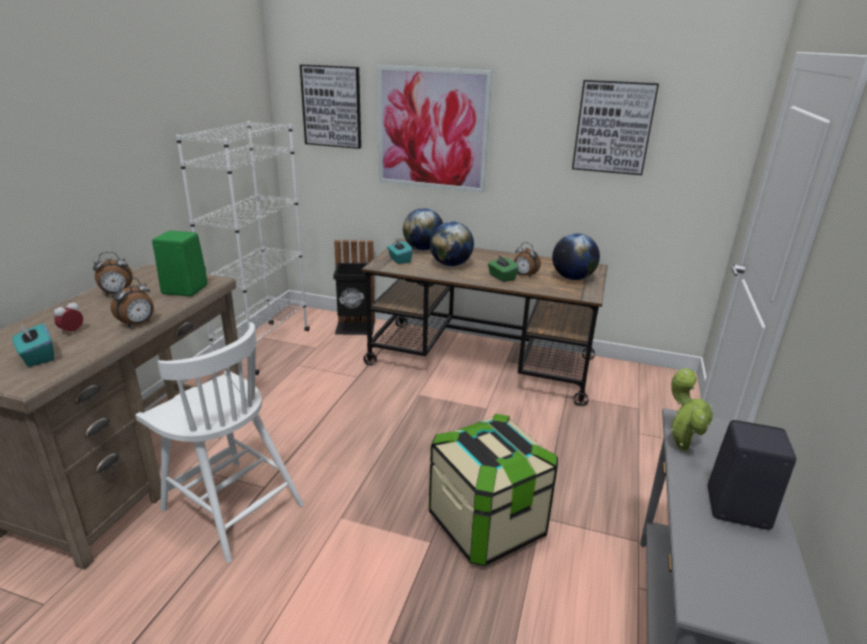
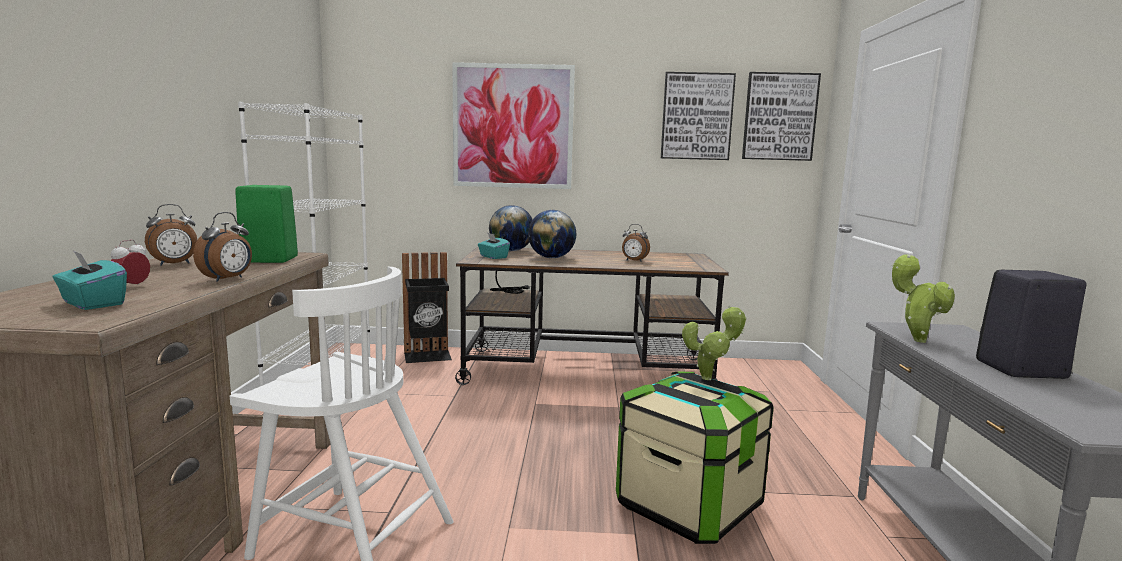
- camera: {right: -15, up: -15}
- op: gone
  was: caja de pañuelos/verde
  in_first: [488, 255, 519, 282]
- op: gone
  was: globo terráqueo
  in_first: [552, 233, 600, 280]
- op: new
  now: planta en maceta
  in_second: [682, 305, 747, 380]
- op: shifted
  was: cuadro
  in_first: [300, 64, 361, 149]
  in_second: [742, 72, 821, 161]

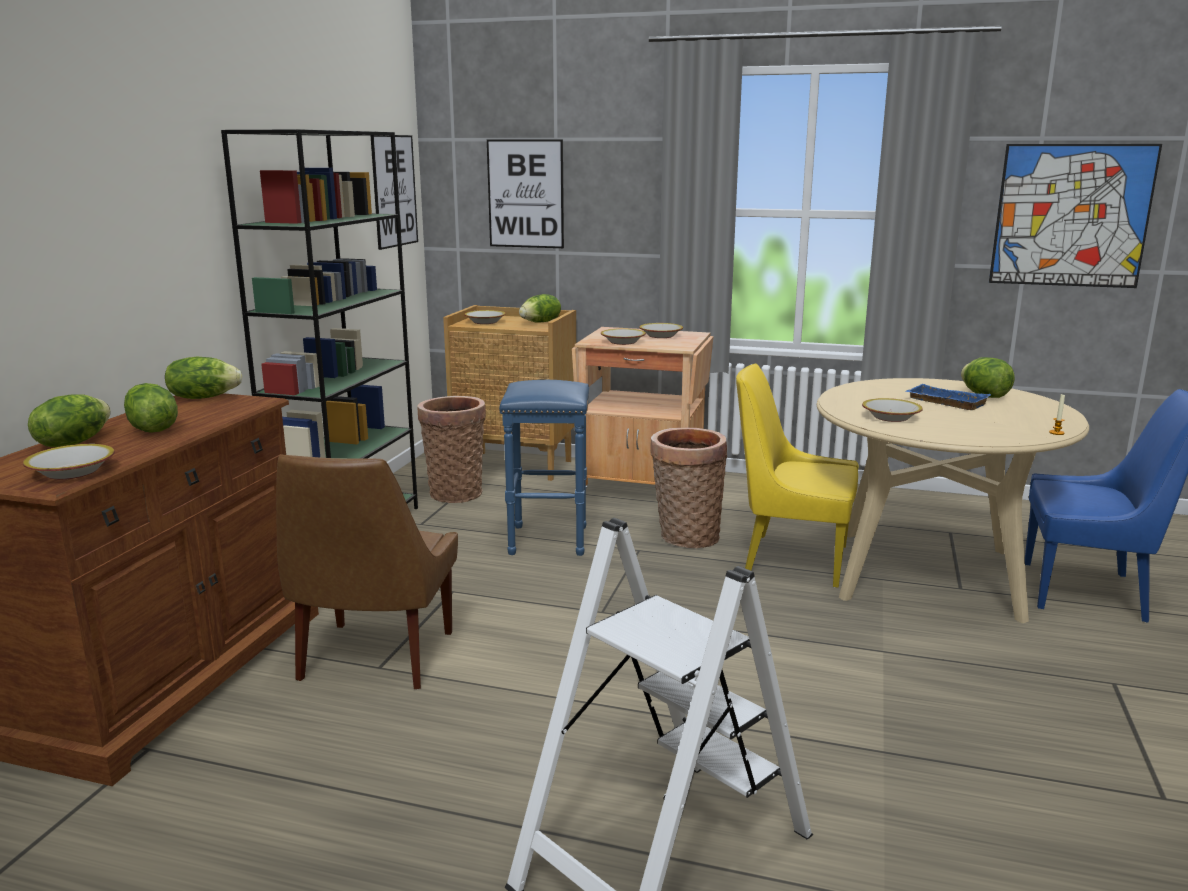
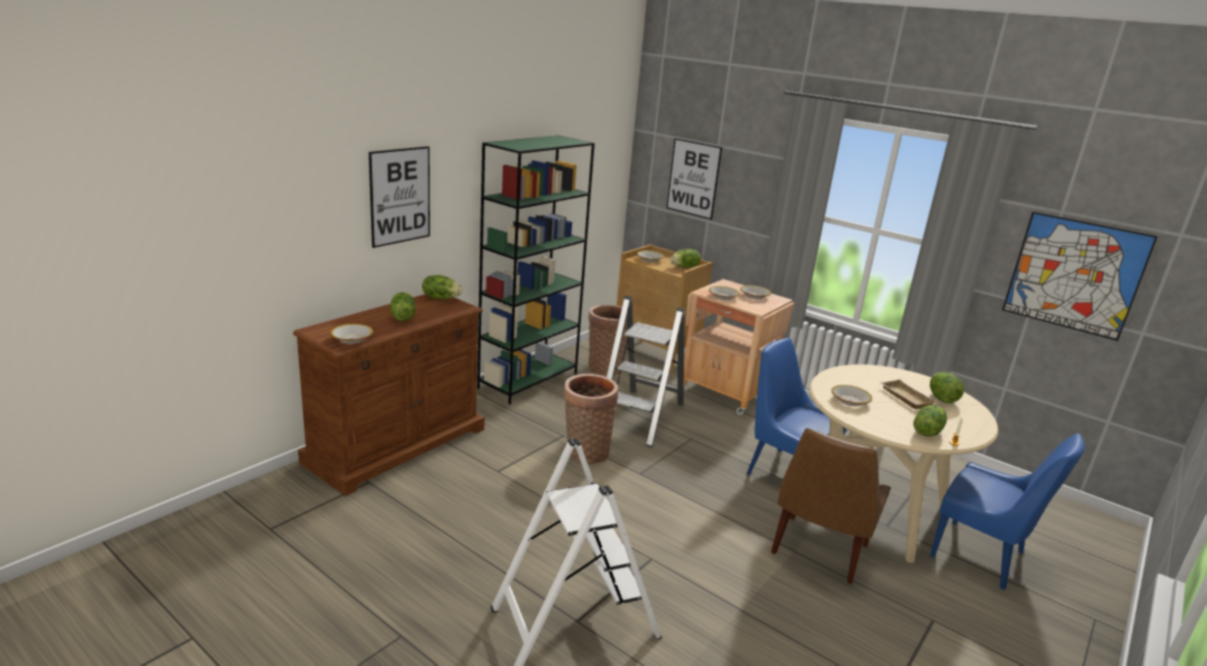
- camera: {right: 20, up: 5}
- op: shifted
  was: lechuga
  in_first: [28, 394, 111, 447]
  in_second: [913, 405, 947, 436]
- op: shifted
  was: silla/marrón
  in_first: [276, 455, 458, 689]
  in_second: [771, 428, 891, 584]
- op: shifted
  was: cuadro
  in_first: [371, 135, 418, 250]
  in_second: [369, 146, 430, 248]
- op: shifted
  was: cesta
  in_first: [650, 428, 727, 548]
  in_second: [563, 374, 618, 464]
- op: swapped
  was: taburete/azul
  now: escalera de tijera/gris
  in_first: [499, 380, 589, 556]
  in_second: [607, 296, 685, 447]
- op: repainted
  was: silla/amarillo
  now: silla/azul
  in_first: [736, 364, 858, 588]
  in_second: [747, 338, 846, 475]
- op: repainted
  was: bandeja/azul
  now: bandeja/beis
  in_first: [905, 384, 991, 410]
  in_second: [880, 379, 937, 409]

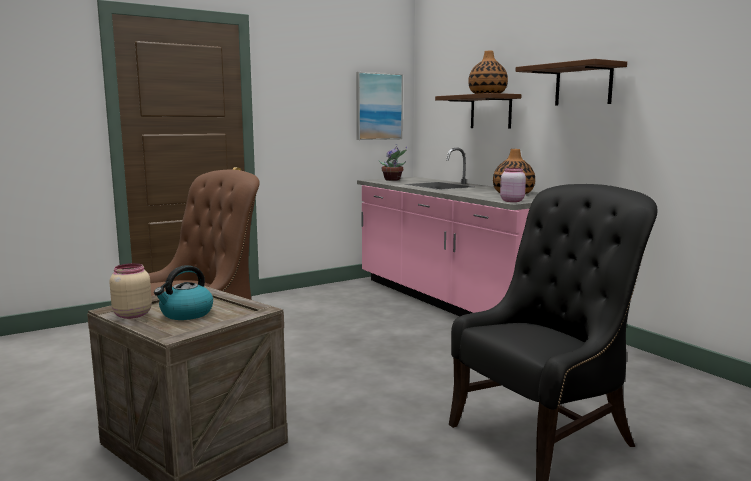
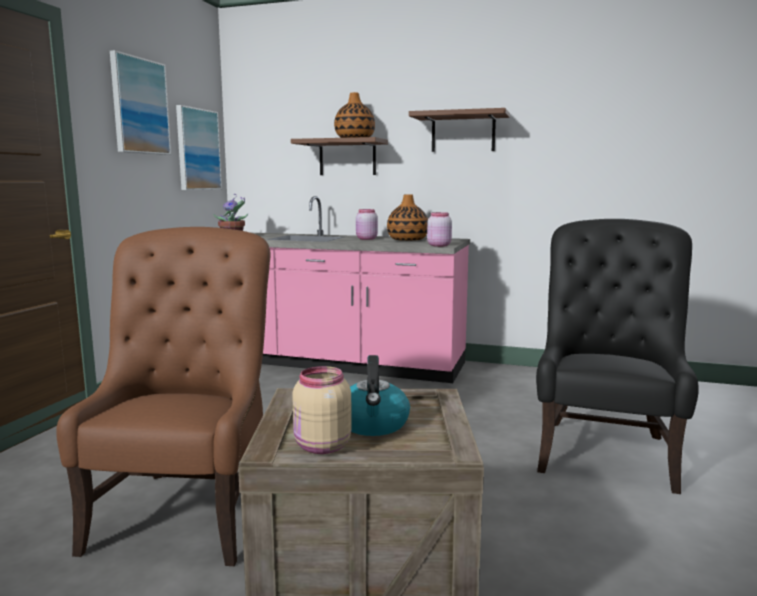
- camera: {right: -40, up: 0}
- op: new
  now: cuadro
  in_second: [110, 50, 171, 155]
- op: new
  now: tarro/rosa
  in_second: [356, 209, 378, 240]

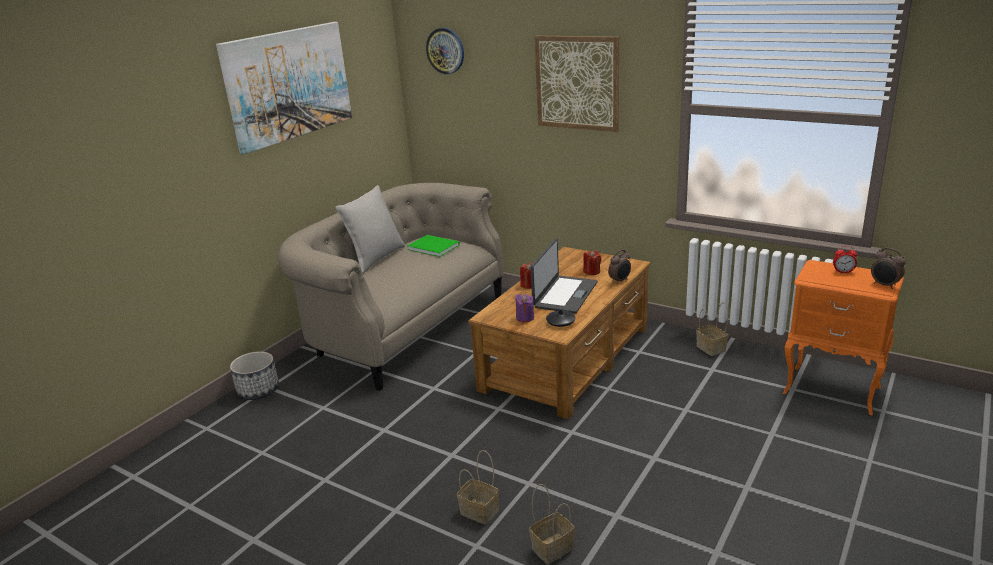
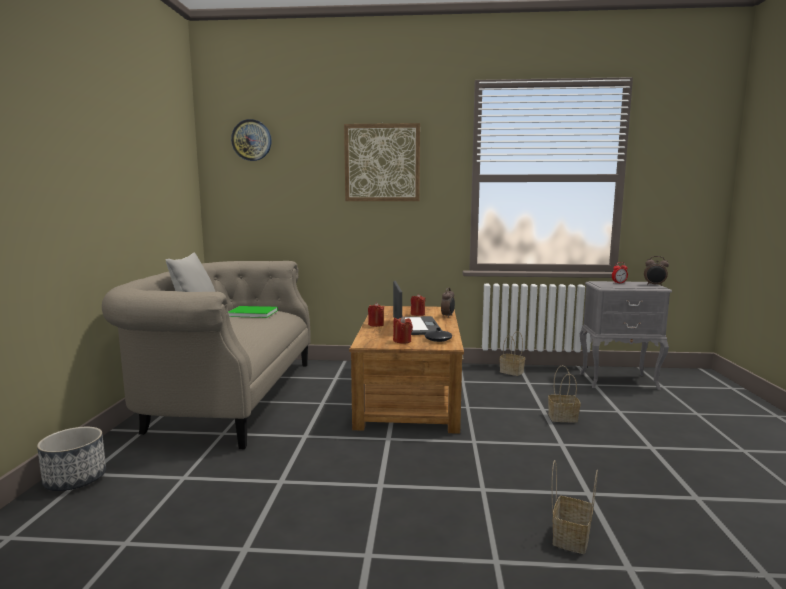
- camera: {right: -30, up: -15}
- op: gone
  was: cuadro
  in_first: [216, 22, 352, 154]
- op: shifted
  was: cesta
  in_first: [457, 450, 499, 525]
  in_second: [548, 365, 581, 422]
- op: repainted
  was: vela/morado
  now: vela/rojo
  in_first: [515, 294, 534, 322]
  in_second: [393, 316, 413, 344]
- op: repainted
  was: mesita de noche/naranja
  now: mesita de noche/gris
  in_first: [783, 260, 904, 416]
  in_second: [580, 281, 672, 390]

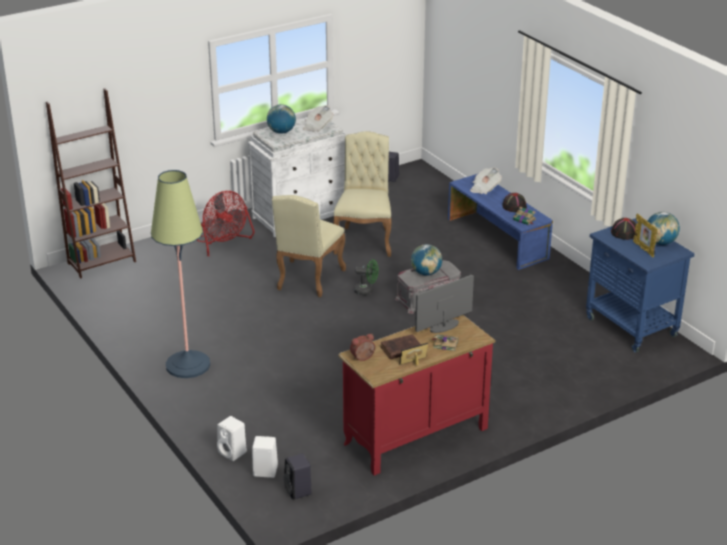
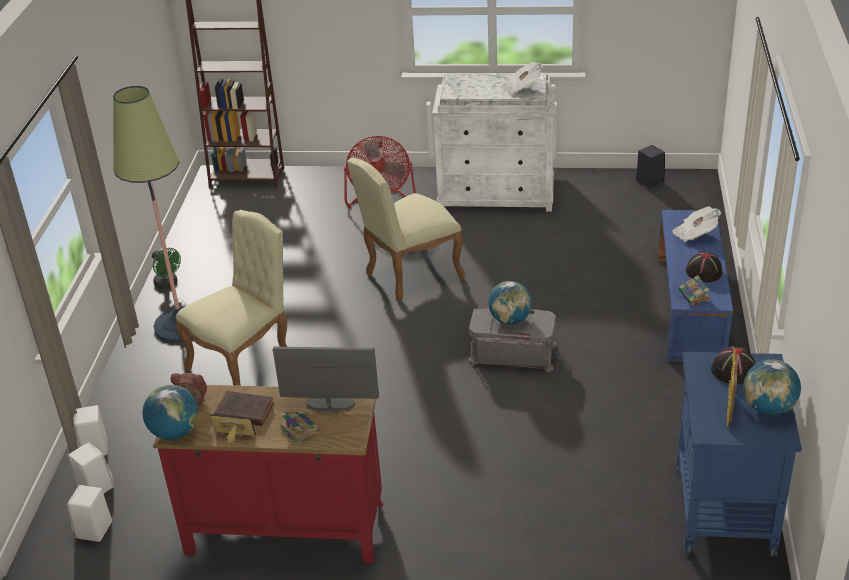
- camera: {right: 40, up: 5}
- op: shifted
  was: globo terráqueo
  in_first: [267, 104, 296, 134]
  in_second: [142, 385, 198, 440]
- op: shifted
  was: silla/beis
  in_first: [334, 131, 391, 257]
  in_second: [176, 210, 287, 386]
- op: shifted
  was: ventilador/verde
  in_first: [354, 259, 378, 295]
  in_second: [152, 248, 181, 289]
- op: repainted
  was: altavoz/negro
  now: altavoz/blanco
  in_first: [284, 453, 312, 500]
  in_second: [67, 485, 112, 542]

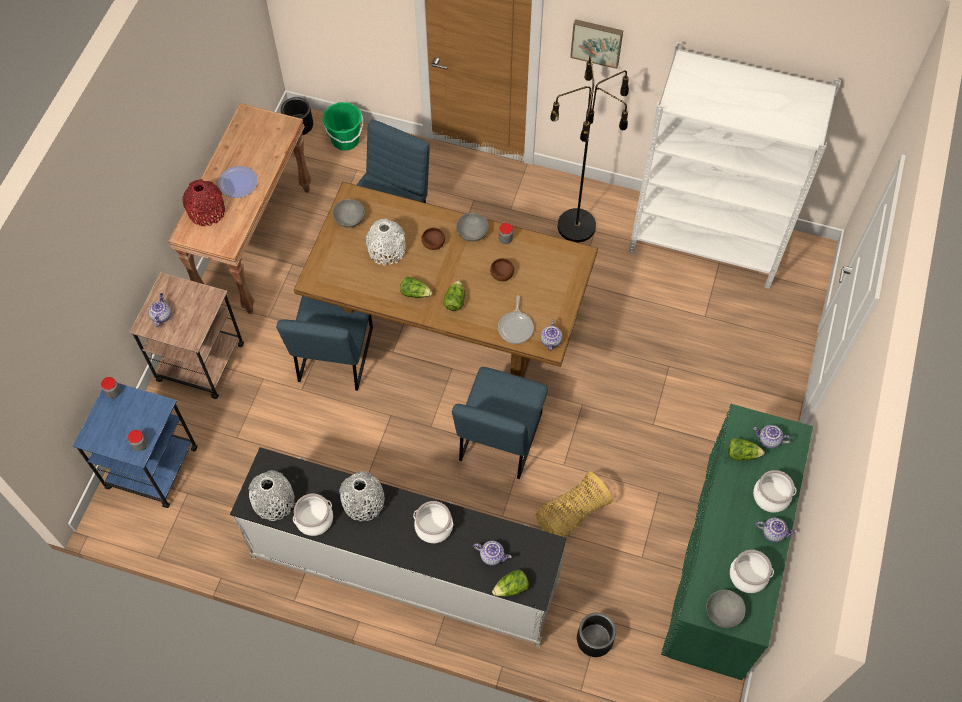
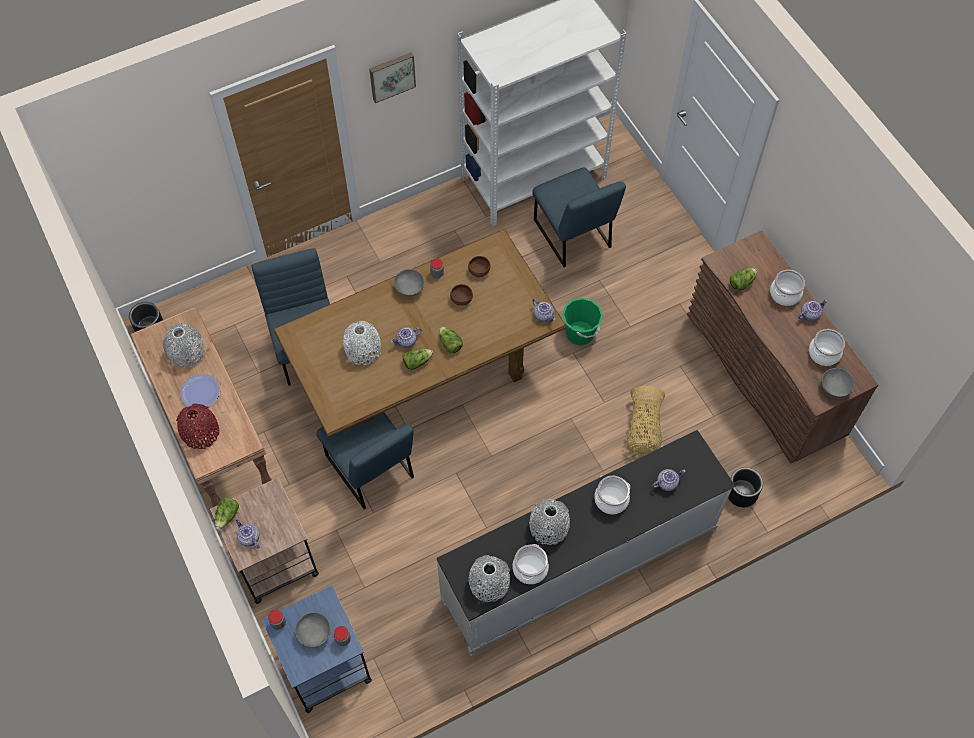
- camera: {right: -45, up: 0}
- op: gone
  was: sartén
  in_first: [498, 295, 534, 344]
- op: gone
  was: lámpara de pie
  in_first: [550, 56, 629, 243]
- op: new
  now: florero/gris
  in_second: [163, 323, 205, 368]
- op: shifted
  was: cubo/verde
  in_first: [322, 102, 363, 151]
  in_second: [562, 298, 603, 346]
- op: shifted
  was: cuenco/gris
  in_first: [333, 199, 365, 228]
  in_second: [295, 612, 331, 647]
- op: shifted
  was: cuenco/marrón
  in_first: [421, 228, 445, 250]
  in_second: [468, 256, 490, 277]
- op: shifted
  was: silla/azul
  in_first: [452, 367, 548, 479]
  in_second: [533, 168, 626, 267]
- op: shifted
  was: lechuga
  in_first: [492, 570, 529, 596]
  in_second: [215, 497, 239, 530]
- op: shifted
  was: tetera
  in_first: [753, 425, 791, 449]
  in_second: [391, 327, 422, 348]
- op: repainted
  was: cómoda/verde
  now: cómoda/marrón
  in_first: [661, 404, 813, 680]
  in_second: [687, 230, 879, 463]

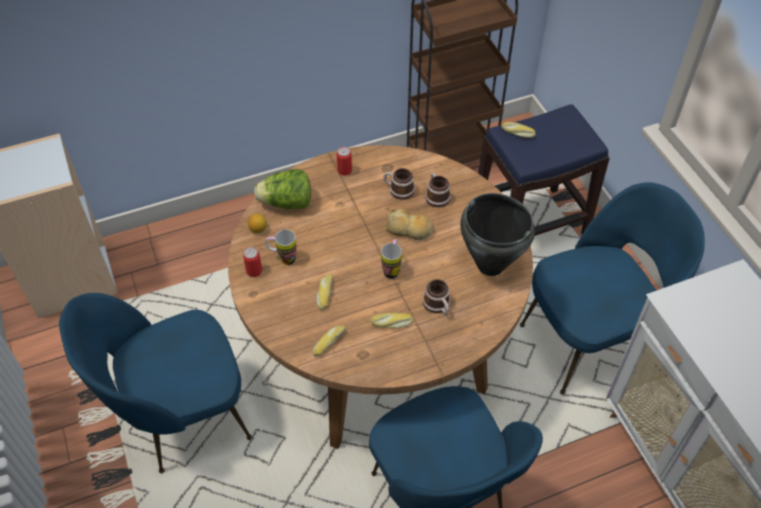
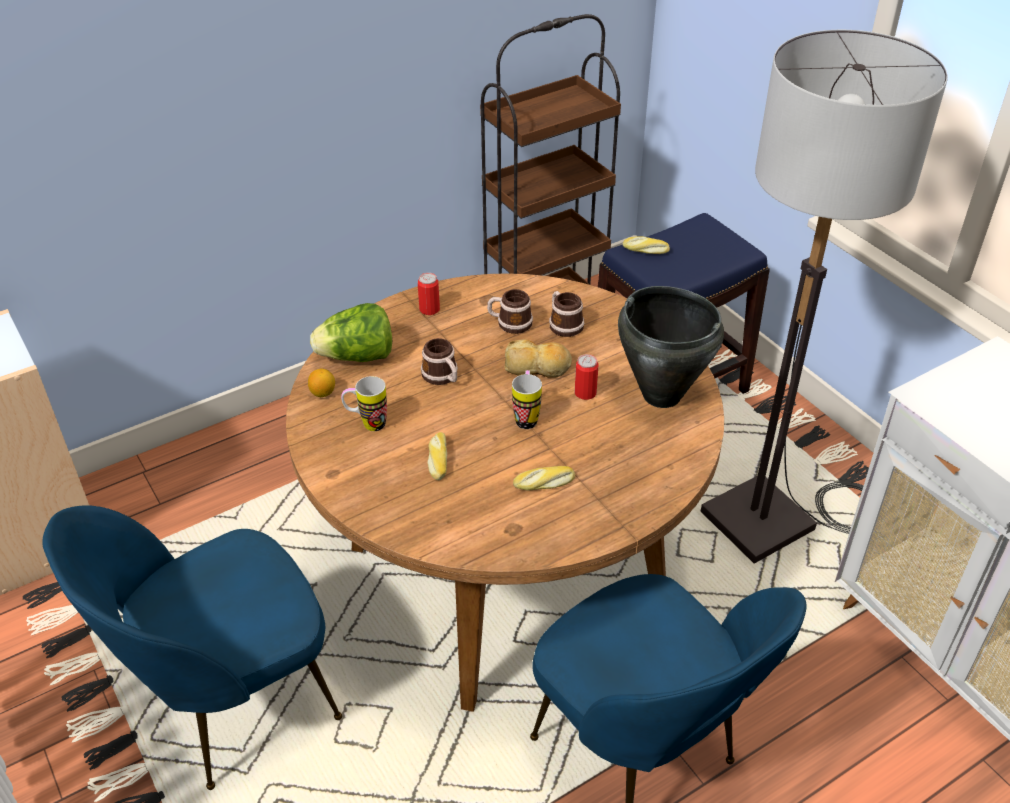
- camera: {right: -10, up: -10}
- op: gone
  was: pan
  in_first: [313, 326, 346, 357]
- op: shifted
  was: lata
  in_first: [243, 247, 262, 277]
  in_second: [575, 354, 599, 400]
- op: shifted
  was: taza grande
  in_first: [423, 279, 450, 315]
  in_second: [421, 338, 458, 385]
- op: swapped
  was: silla/azul
  now: lámpara de pie
  in_first: [520, 182, 705, 394]
  in_second: [701, 30, 948, 564]

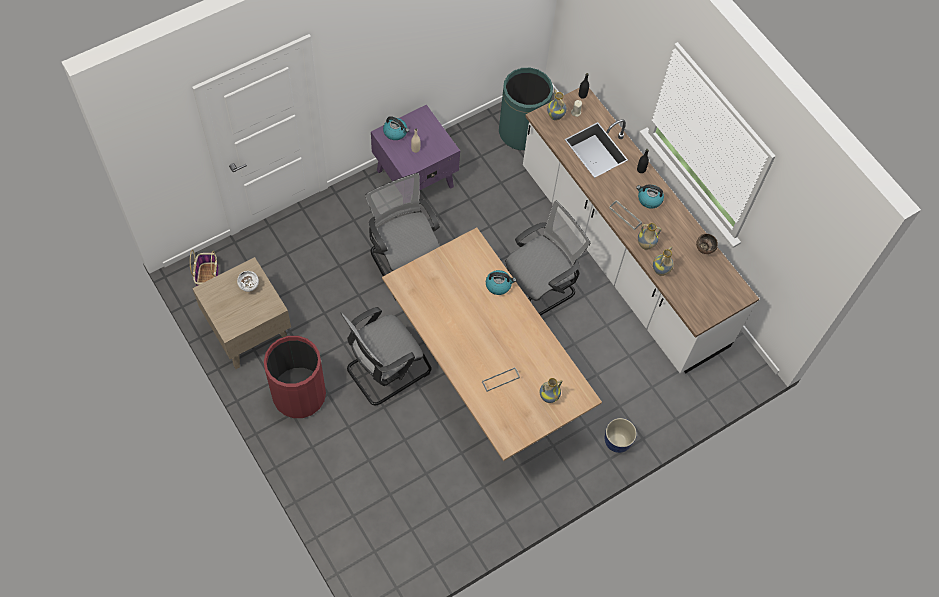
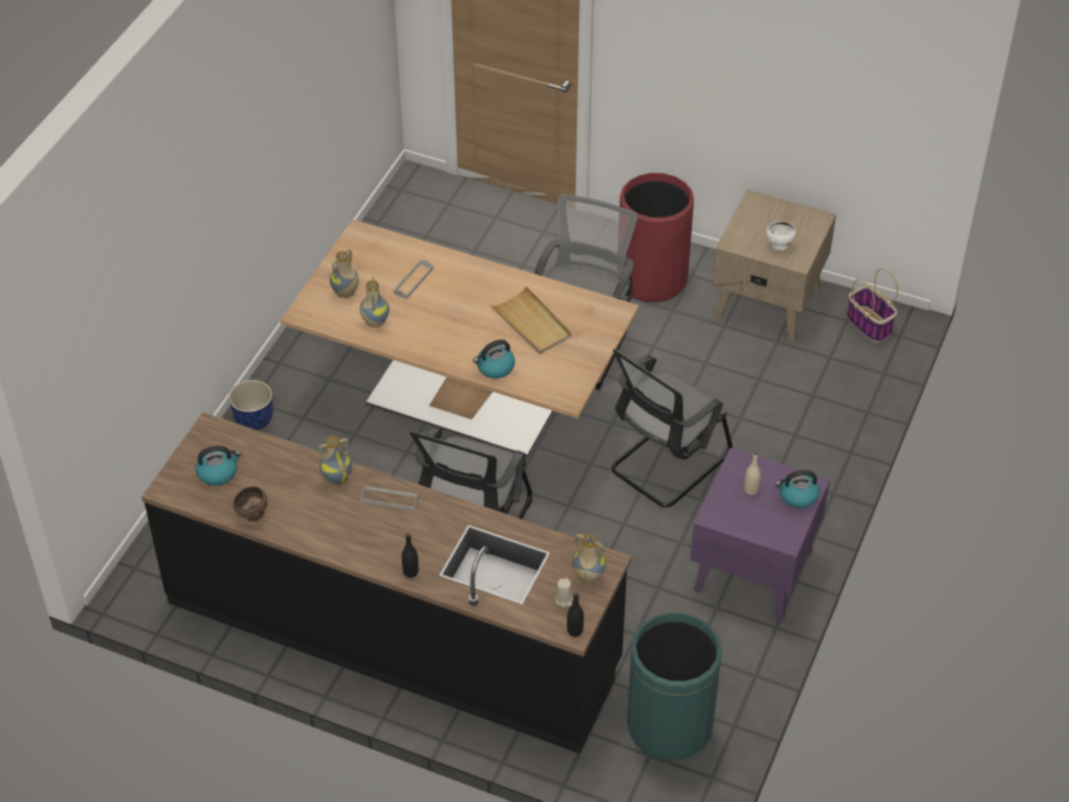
- camera: {right: 150, up: -15}
- op: new
  now: bandeja/beis
  in_second: [490, 286, 572, 354]
- op: shifted
  was: hervidor
  in_first: [636, 185, 664, 209]
  in_second: [195, 445, 241, 486]
- op: shifted
  was: florero
  in_first: [653, 246, 674, 276]
  in_second: [360, 277, 389, 328]
- op: repainted
  was: mueble bajo de cocina/blanco
  now: mueble bajo de cocina/negro
  in_first: [523, 88, 759, 373]
  in_second: [142, 412, 632, 754]
- op: rotated
  was: silla
  in_first: [365, 173, 440, 301]
  in_second: [611, 349, 733, 507]
  clockwise: 105

